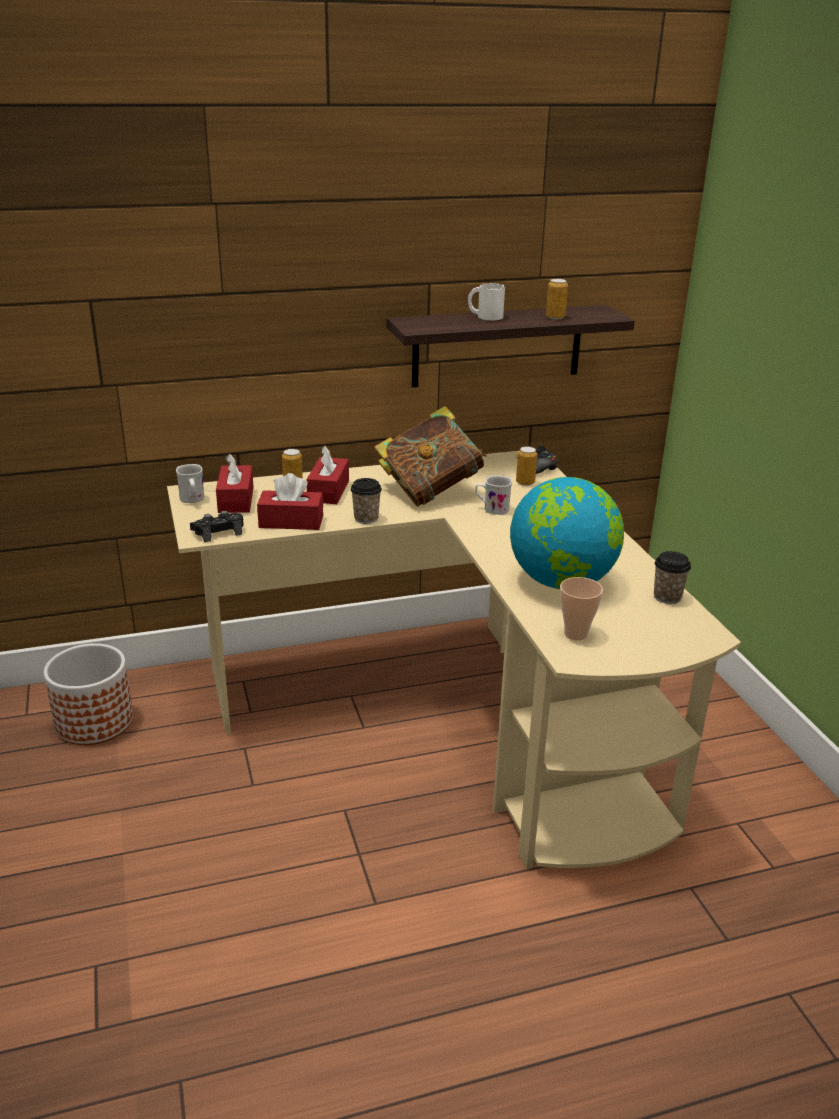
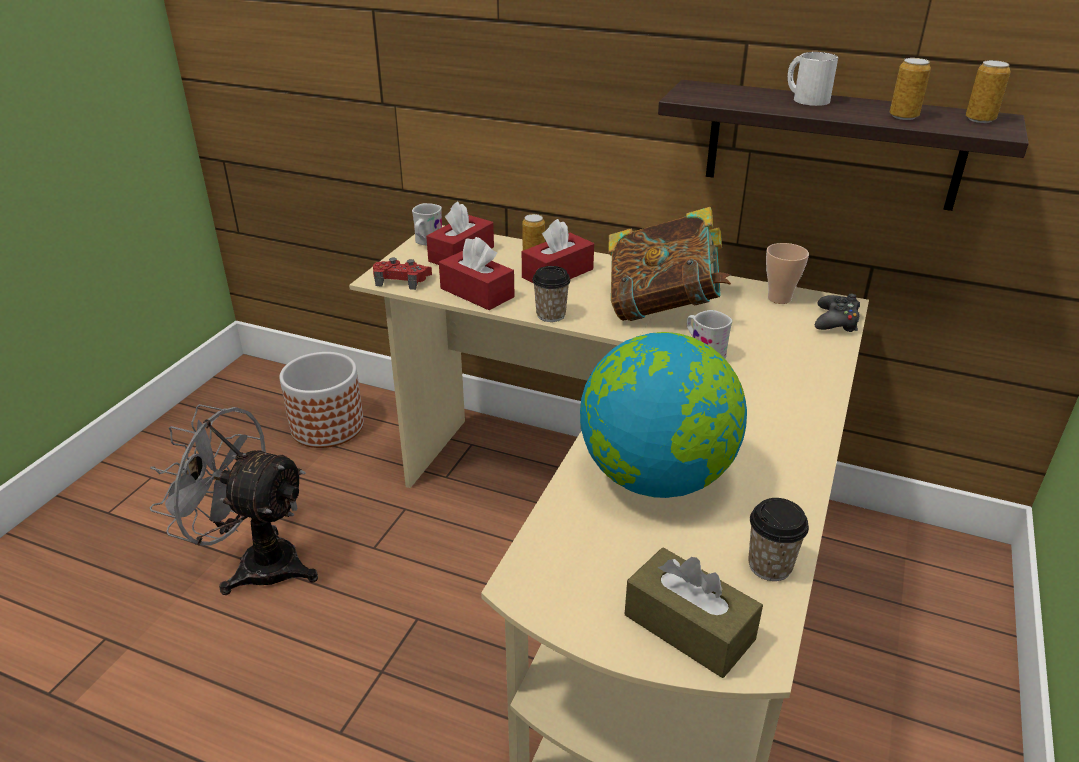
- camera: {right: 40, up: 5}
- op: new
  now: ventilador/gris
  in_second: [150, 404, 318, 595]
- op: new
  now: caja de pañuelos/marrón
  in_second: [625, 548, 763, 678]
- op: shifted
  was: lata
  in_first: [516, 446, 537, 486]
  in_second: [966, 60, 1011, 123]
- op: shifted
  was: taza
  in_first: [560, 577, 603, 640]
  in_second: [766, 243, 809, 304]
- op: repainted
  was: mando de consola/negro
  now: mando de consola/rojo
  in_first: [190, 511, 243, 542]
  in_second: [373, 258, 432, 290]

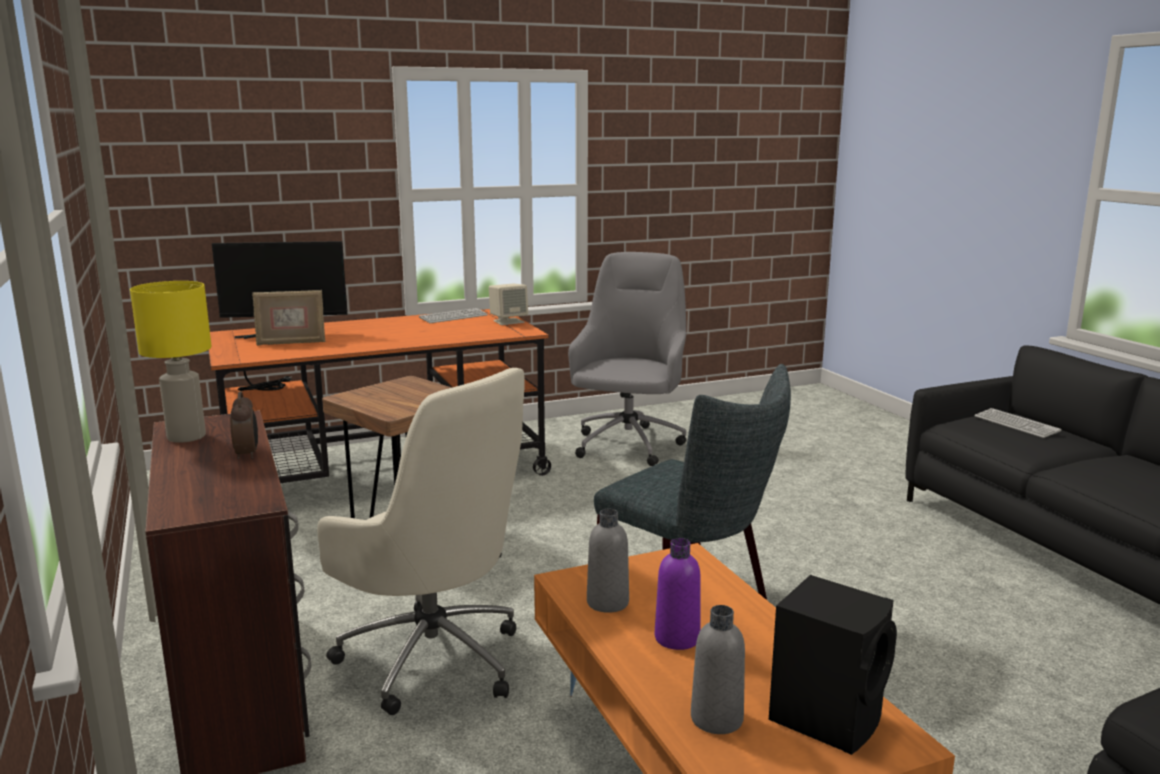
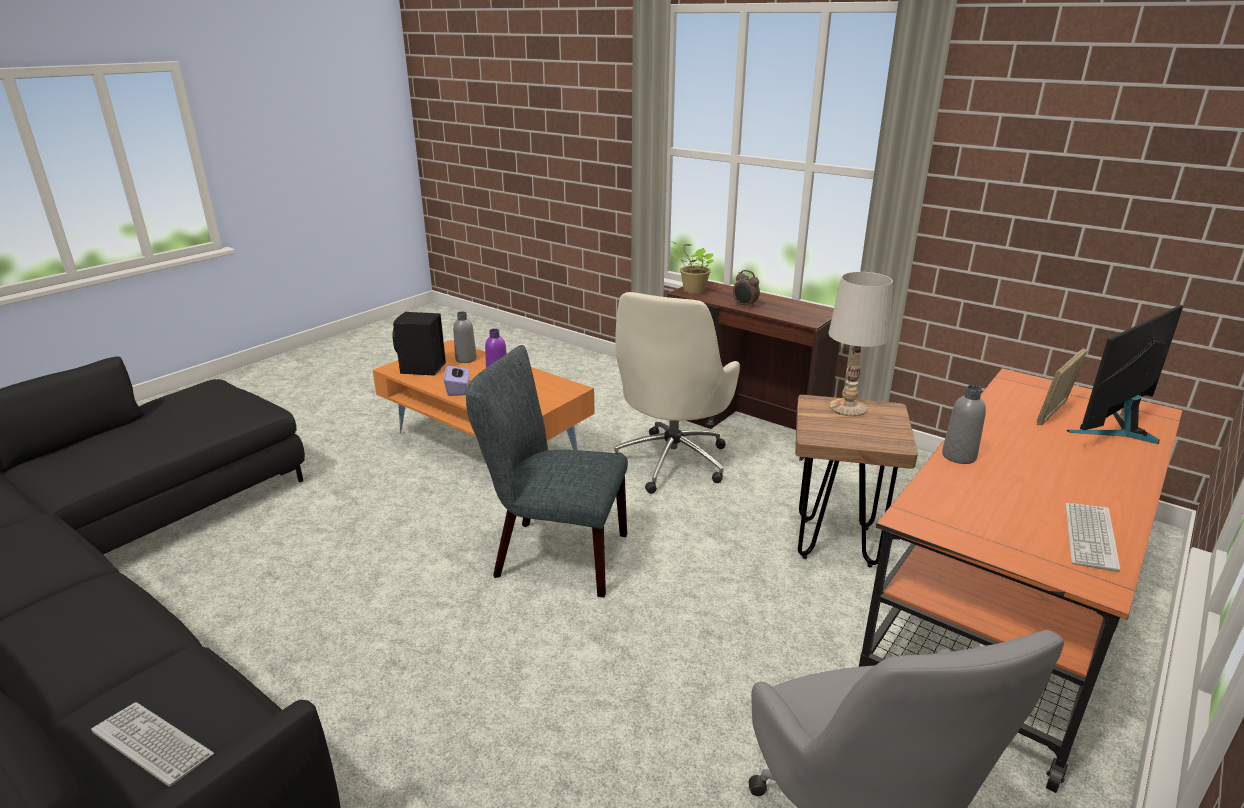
- camera: {right: 150, up: 10}
- op: gone
  was: lámpara de mesa/amarillo
  in_first: [130, 281, 211, 443]
- op: gone
  was: altavoz/beis
  in_first: [489, 284, 528, 325]
- op: new
  now: caja de pañuelos/morado
  in_second: [444, 362, 470, 396]
- op: new
  now: planta en maceta
  in_second: [671, 241, 714, 294]
- op: new
  now: lámpara de mesa/blanco
  in_second: [828, 272, 893, 416]
- op: shifted
  was: botella/gris
  in_first: [587, 509, 629, 613]
  in_second: [942, 385, 986, 464]
- op: rotated
  was: silla de oficina/beis
  in_first: [317, 368, 525, 715]
  in_second: [614, 292, 740, 494]
  clockwise: -75

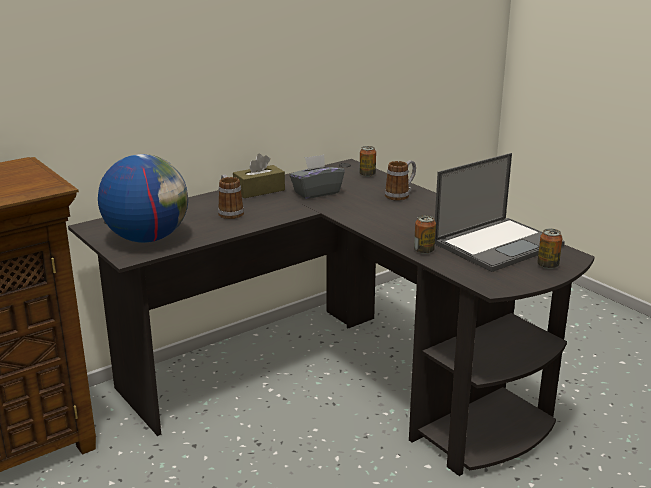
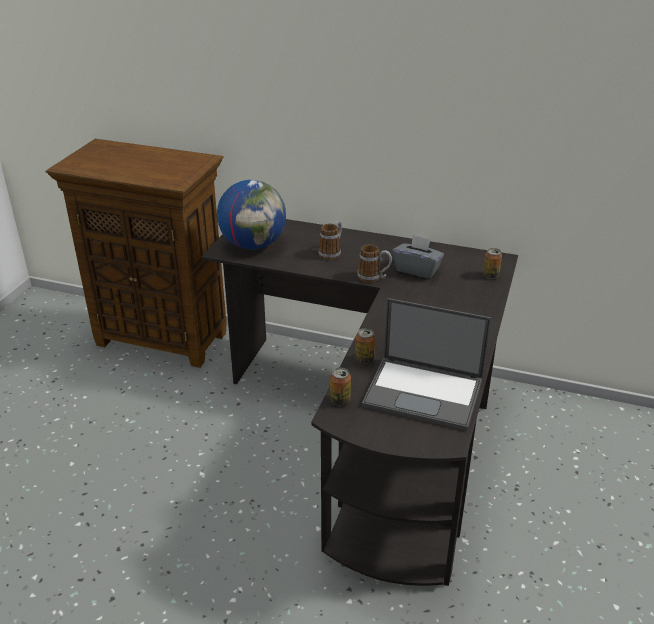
- camera: {right: 55, up: 10}
- op: gone
  was: caja de pañuelos/marrón
  in_first: [233, 154, 285, 198]
- op: shifted
  was: taza grande
  in_first: [385, 160, 416, 201]
  in_second: [357, 244, 392, 283]
- op: shifted
  was: lata
  in_first: [537, 229, 563, 269]
  in_second: [330, 367, 351, 406]

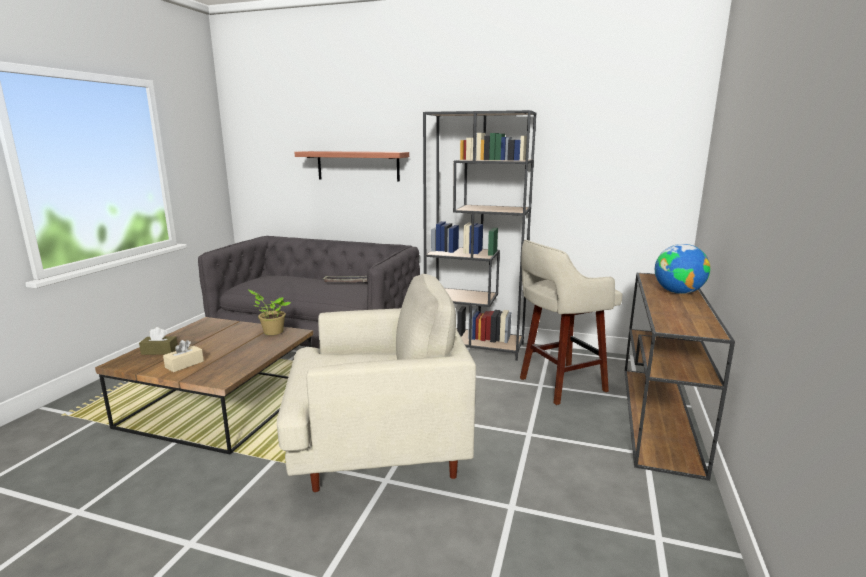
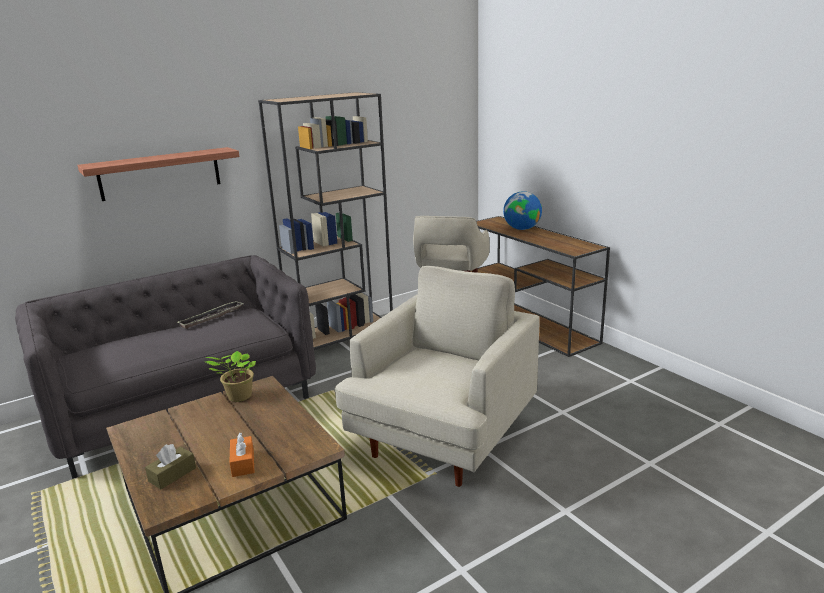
- camera: {right: -50, up: 5}
- op: repainted
  was: caja de pañuelos/beis
  now: caja de pañuelos/naranja
  in_first: [163, 340, 204, 372]
  in_second: [229, 433, 254, 477]

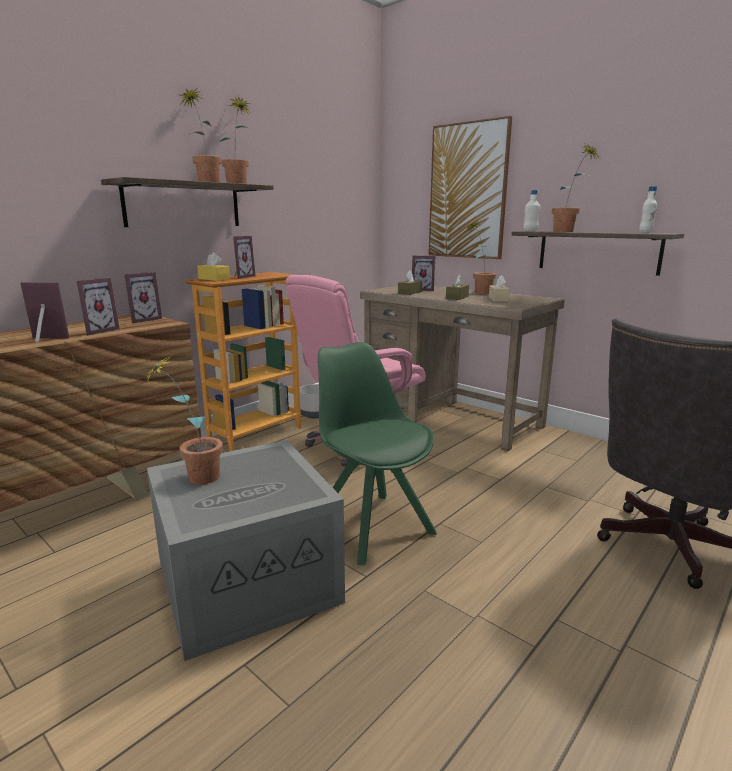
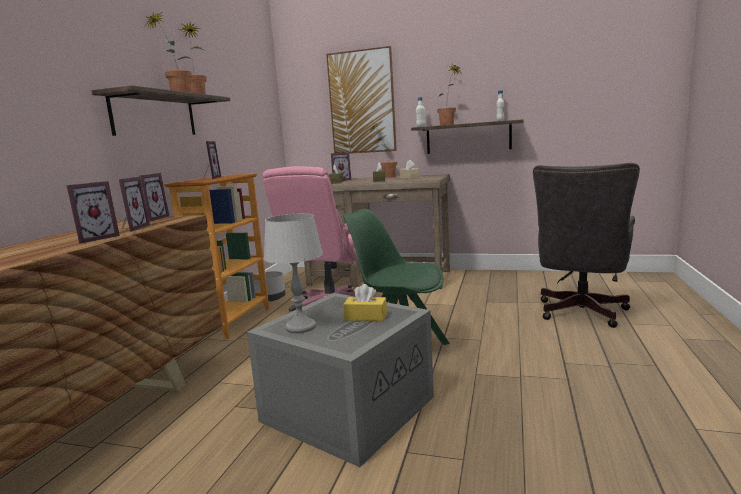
- camera: {right: -25, up: -5}
- op: shifted
  was: caja de pañuelos/amarillo
  in_first: [197, 253, 230, 281]
  in_second: [343, 284, 387, 321]
- op: swapped
  was: planta en maceta
  now: lámpara de mesa/gris
  in_first: [143, 356, 223, 485]
  in_second: [264, 213, 323, 333]
- op: rotated
  was: portarretratos
  in_first: [20, 282, 69, 342]
  in_second: [66, 181, 120, 244]
  clockwise: 150

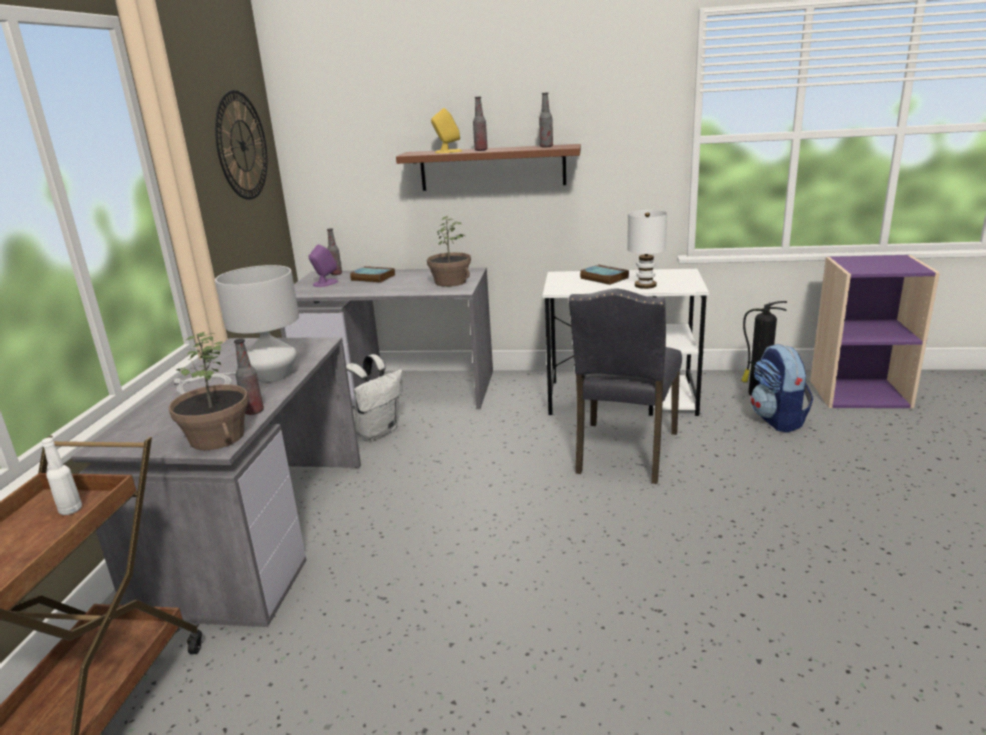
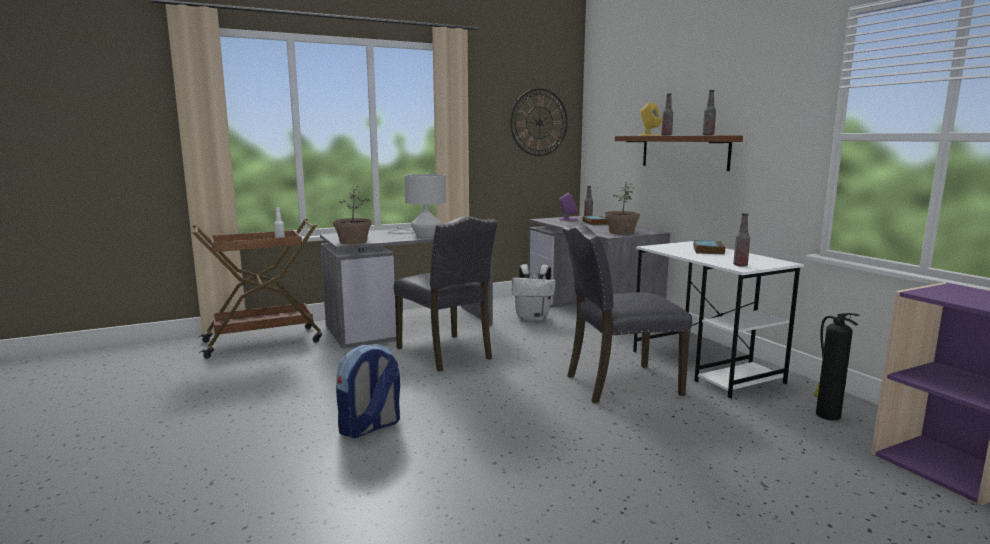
- camera: {right: 55, up: -10}
- op: gone
  was: lámpara de mesa/blanco
  in_first: [627, 210, 667, 289]
- op: new
  now: silla/gris
  in_second: [394, 216, 498, 372]
- op: shifted
  was: botella
  in_first: [234, 339, 264, 415]
  in_second: [733, 213, 750, 267]
- op: shifted
  was: mochila
  in_first: [751, 344, 813, 433]
  in_second: [336, 344, 400, 438]

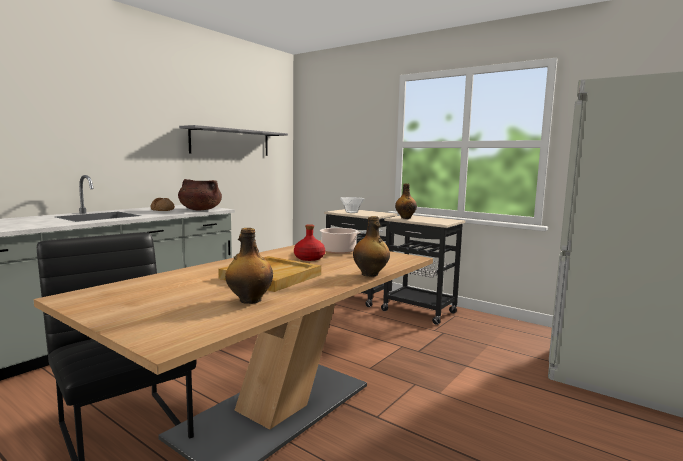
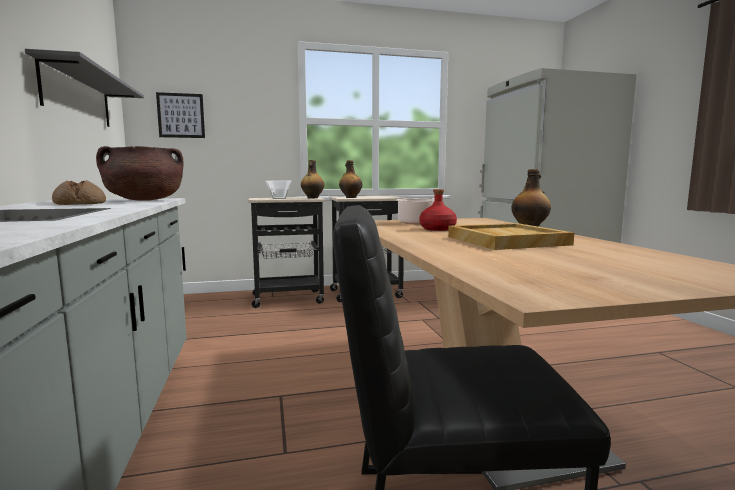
- camera: {right: -50, up: 0}
- op: new
  now: cuadro
  in_second: [156, 92, 205, 138]
- op: shifted
  was: botella
  in_first: [225, 228, 273, 304]
  in_second: [301, 160, 324, 198]

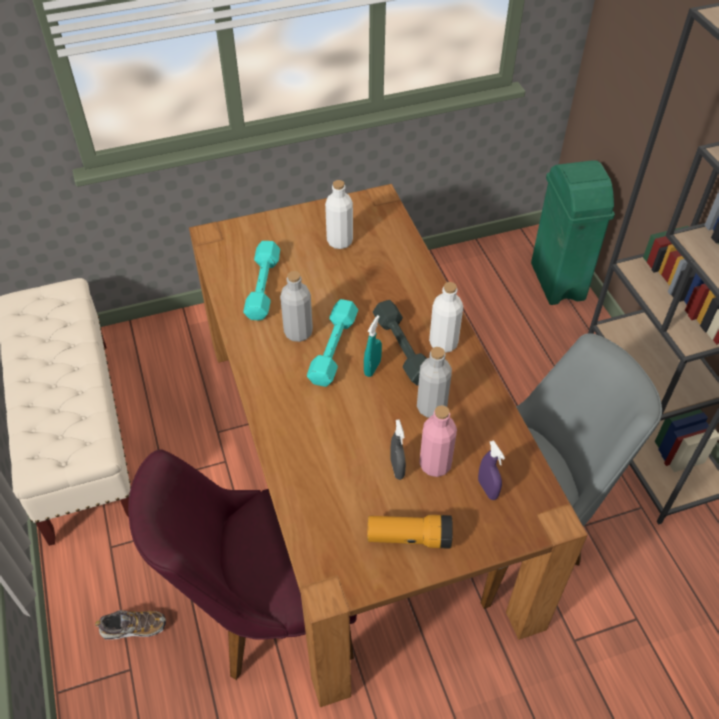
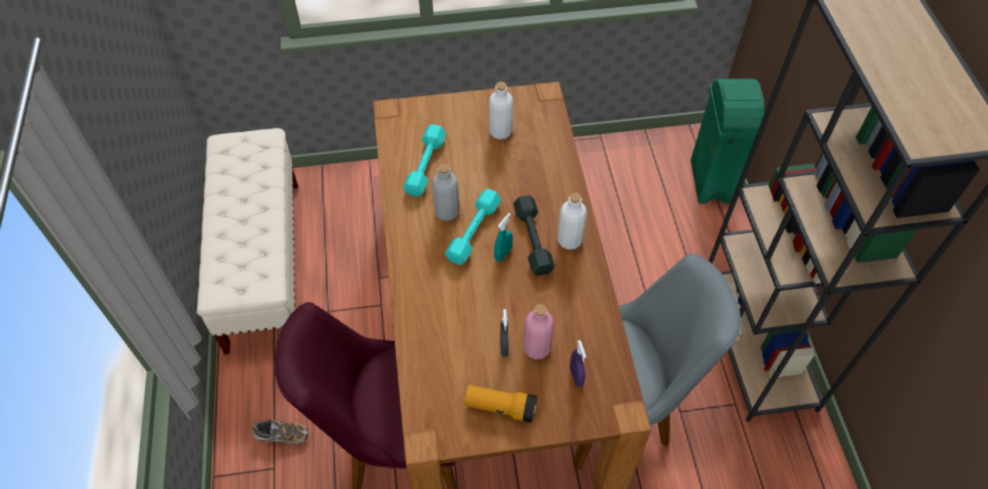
- camera: {right: 10, up: 5}
- op: gone
  was: botella/gris
  in_first: [417, 347, 452, 418]

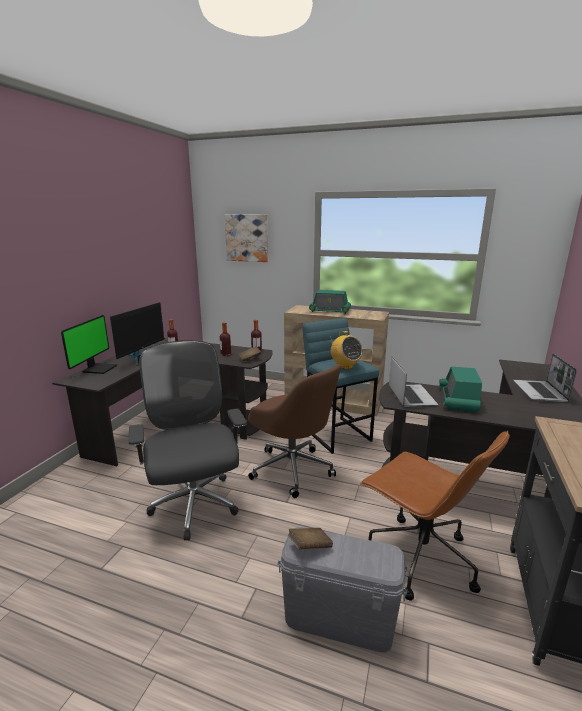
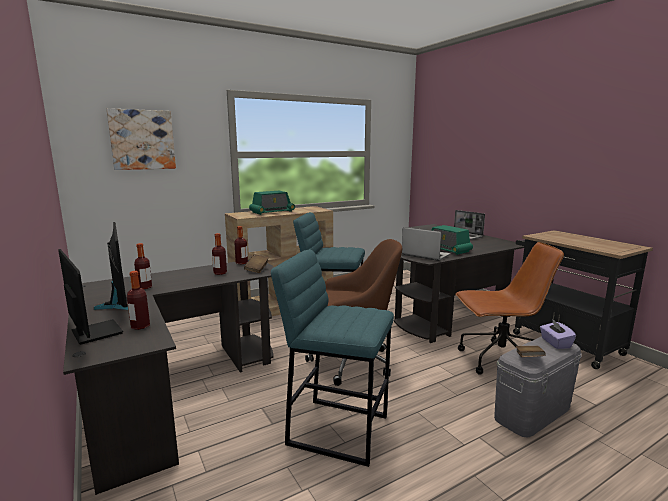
- camera: {right: -50, up: -5}
- op: gone
  was: radio
  in_first: [330, 331, 363, 369]
- op: new
  now: botella
  in_second: [127, 271, 150, 330]
- op: new
  now: caja de pañuelos/morado
  in_second: [540, 319, 576, 349]
- op: swapped
  was: silla de oficina
  now: taburete/turquesa
  in_first: [129, 340, 247, 540]
  in_second: [271, 249, 394, 467]

